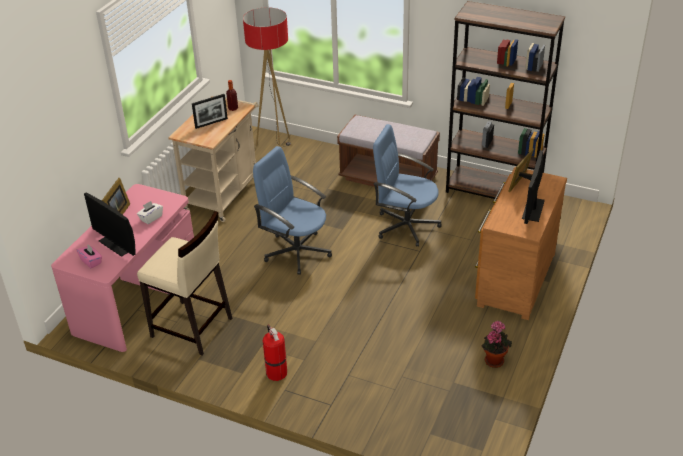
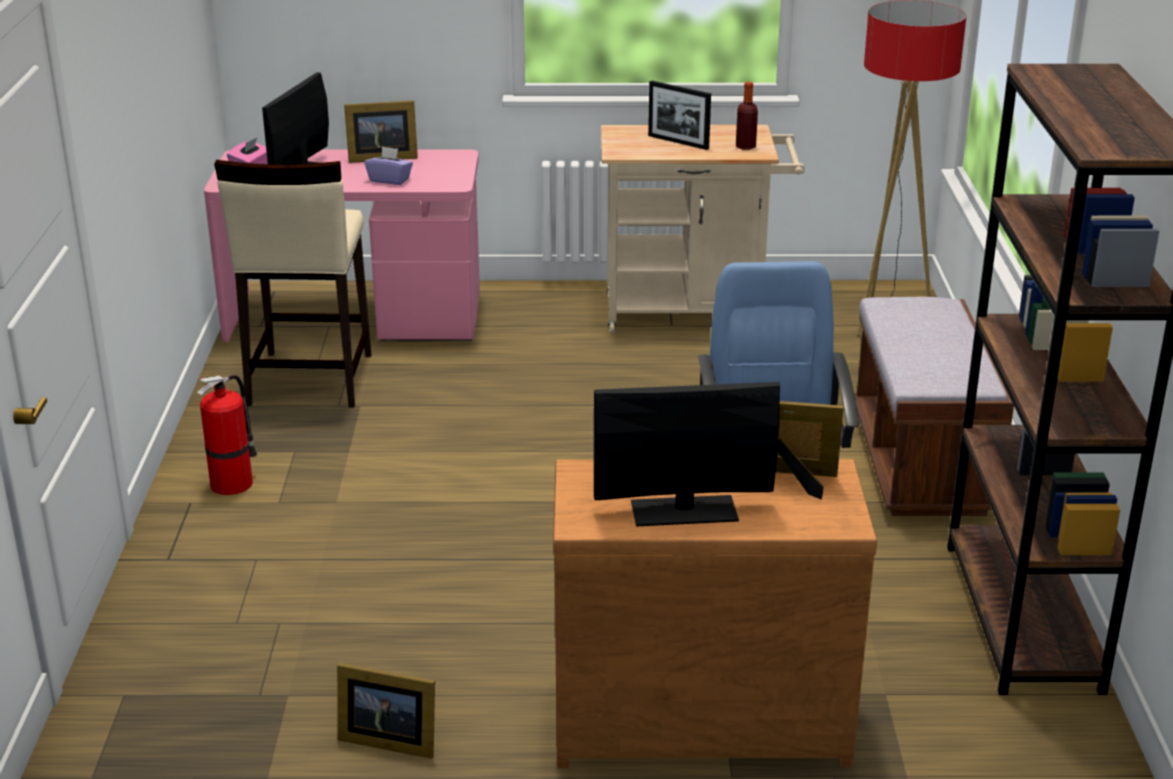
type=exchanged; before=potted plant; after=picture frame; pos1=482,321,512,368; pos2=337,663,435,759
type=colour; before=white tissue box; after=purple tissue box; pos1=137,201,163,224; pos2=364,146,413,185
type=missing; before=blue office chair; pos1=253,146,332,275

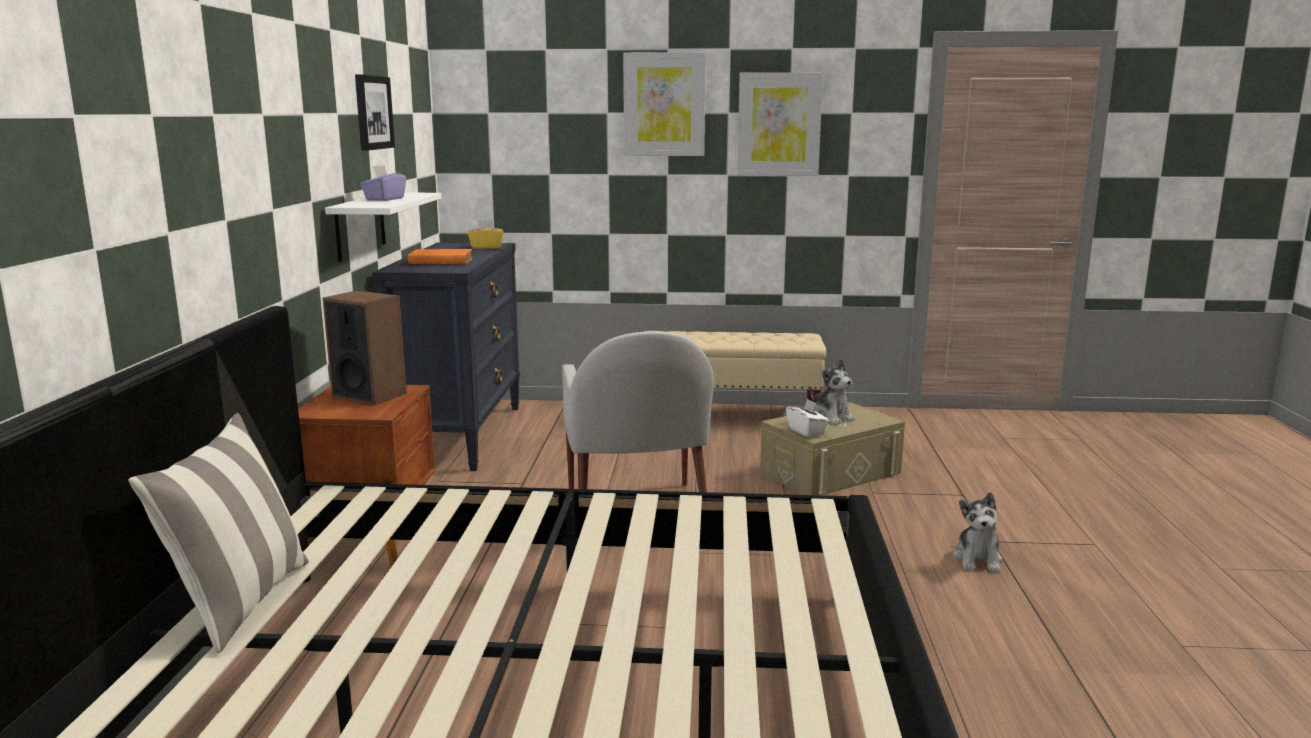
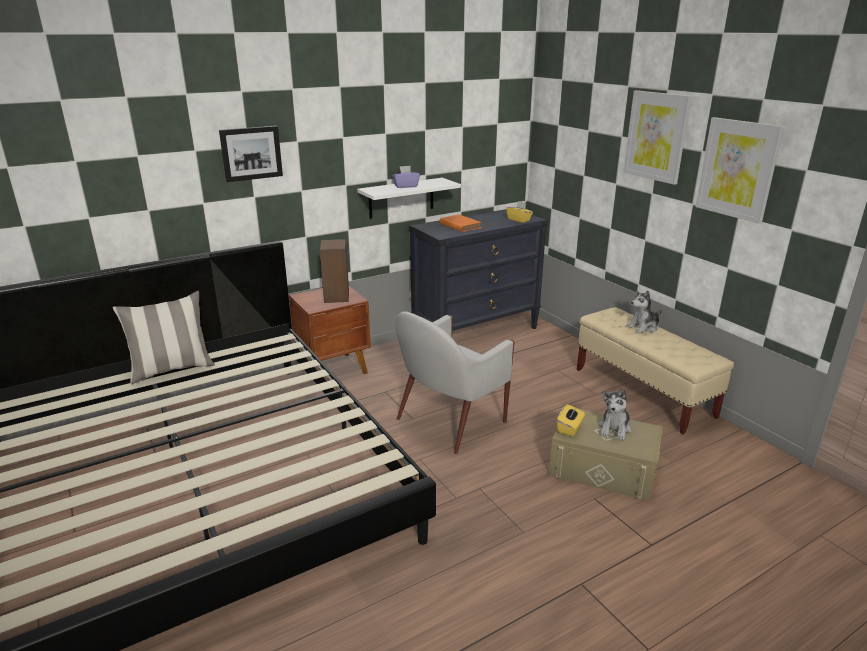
type=relocated; before=picture; pos1=355,74,395,151; pos2=219,126,283,182
type=colour; before=white tissue box; after=yellow tissue box; pos1=786,398,829,437; pos2=556,404,585,437
type=relocated; before=plush toy; pos1=953,492,1003,572; pos2=626,290,663,333

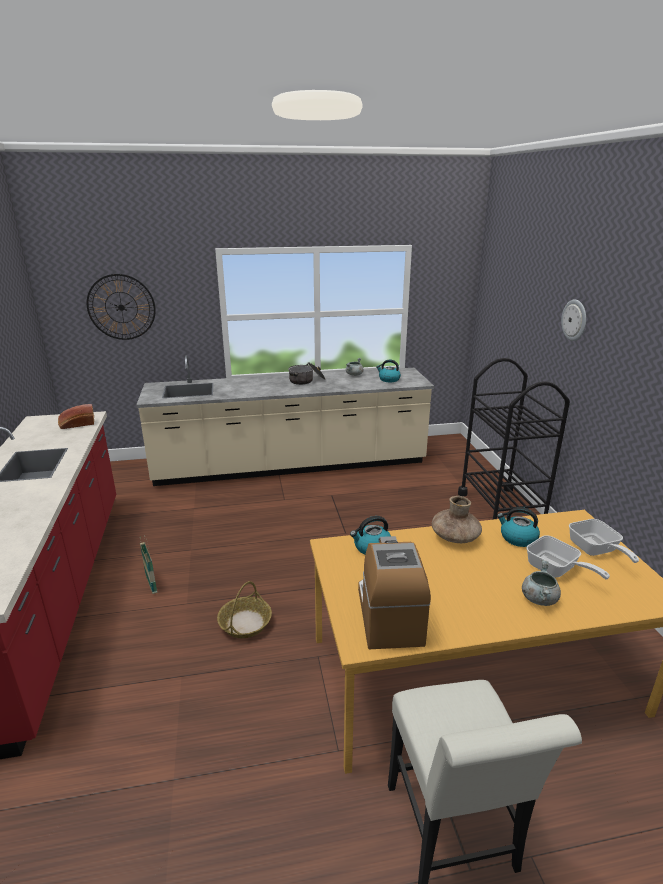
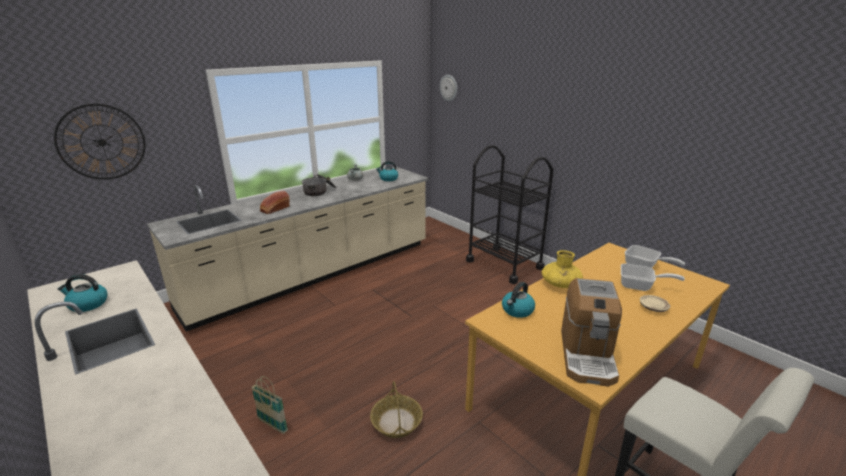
type=relocated; before=kettle; pos1=497,507,540,547; pos2=58,274,108,312
type=relocated; before=bread; pos1=58,404,94,429; pos2=260,191,290,214
type=relocated; before=wall clock; pos1=561,299,586,341; pos2=440,75,457,101
type=colour; before=brown vase; after=yellow vase; pos1=432,496,482,543; pos2=541,250,583,288
type=spun; before=coffee machine; pos1=358,536,431,649; pos2=561,278,622,387; turn=-135
type=exchanged; before=grey cooking pot; after=beige plate; pos1=522,560,561,606; pos2=640,295,670,312

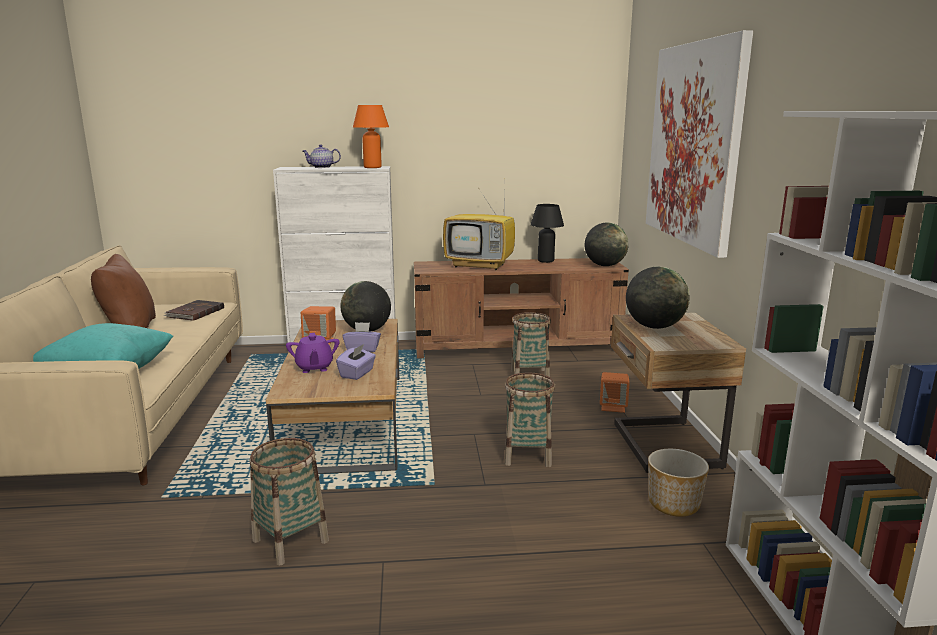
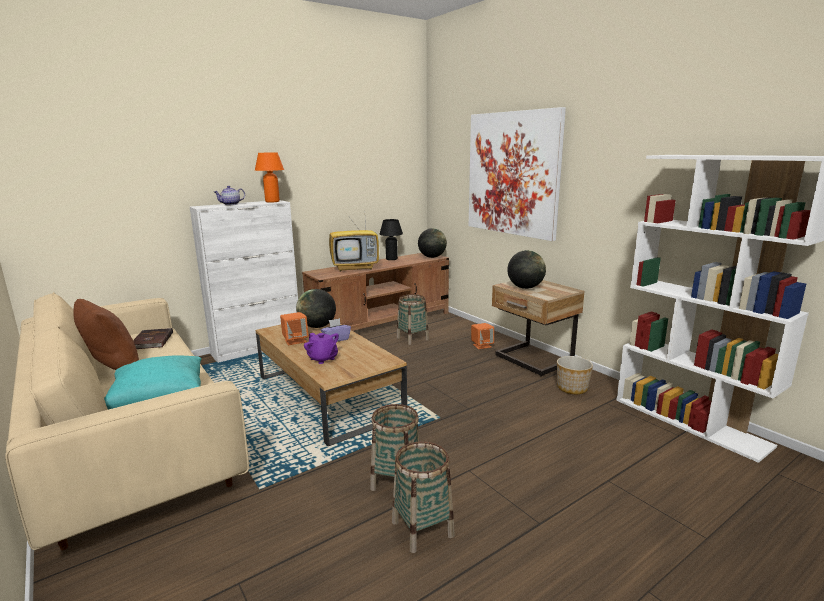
type=relocated; before=basket; pos1=505,372,555,467; pos2=392,441,455,553
type=missing; before=purple tissue box; pos1=336,344,376,380

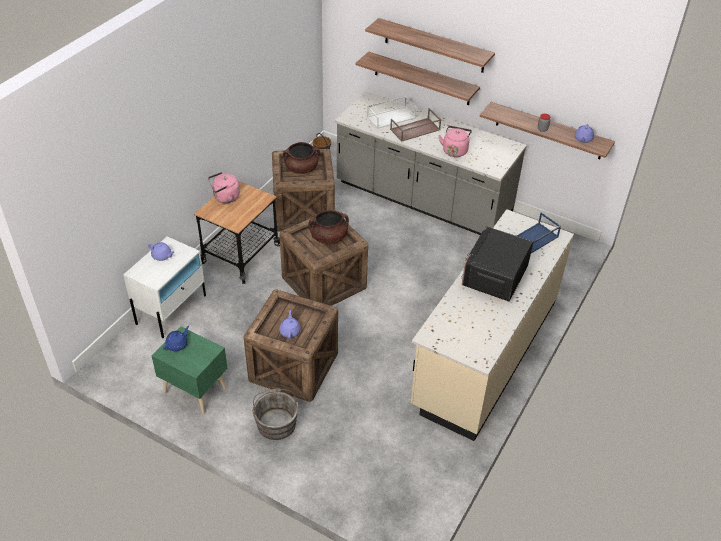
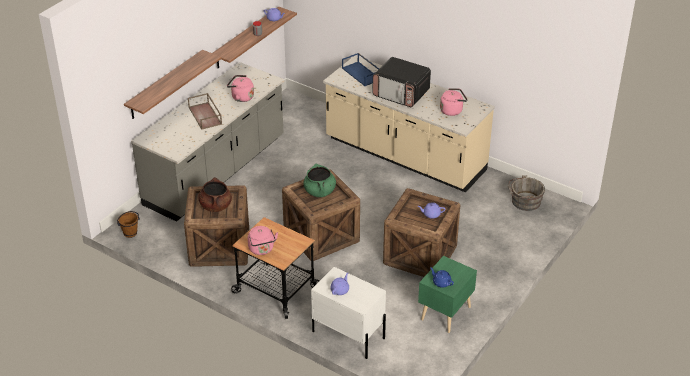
type=colour; before=brown cooking pot; after=green cooking pot; pos1=309,210,349,245; pos2=303,164,336,197
type=appeared; after=pink kettle; pos2=440,88,467,116
type=relocated; before=grey bucket; pos1=252,388,299,440; pos2=508,175,545,211
type=missing; before=shelf; pos1=365,18,495,73
type=missing; before=white tray; pos1=367,96,417,129

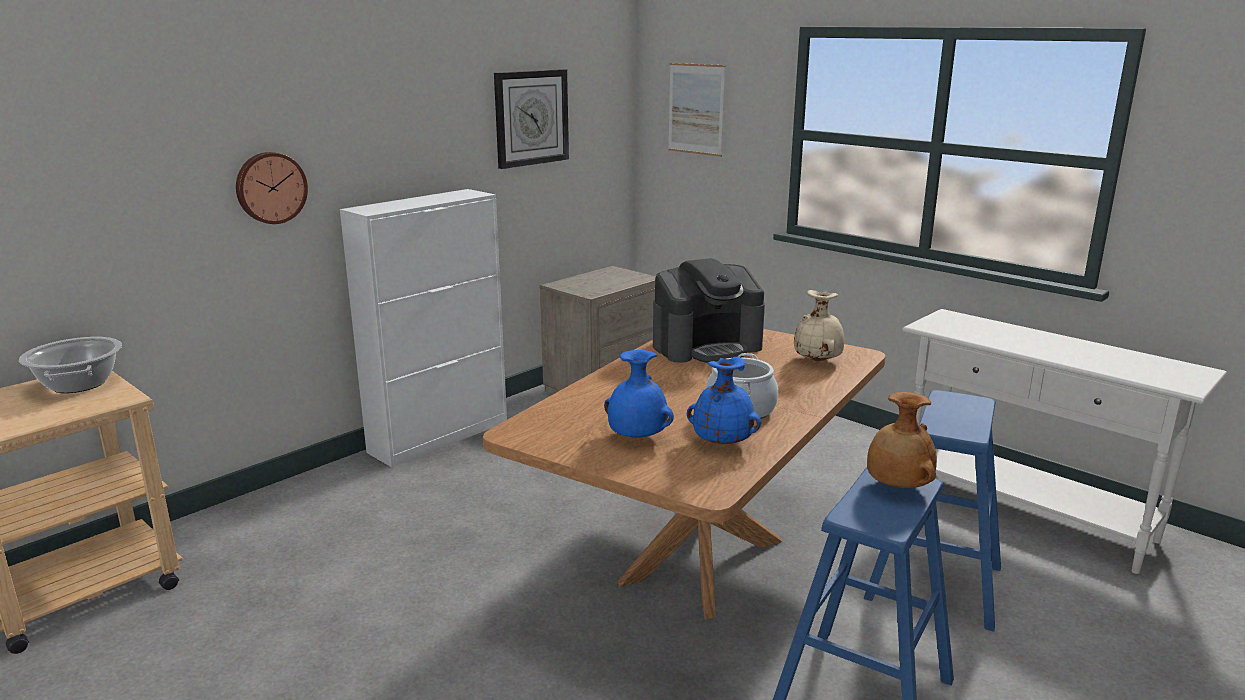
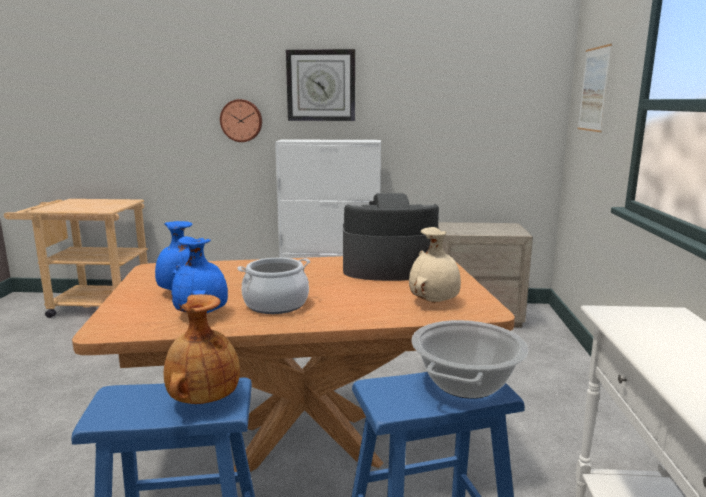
type=relocated; before=wall clock; pos1=494,69,569,169; pos2=286,49,355,121
type=spun; before=coffee machine; pos1=653,258,765,363; pos2=343,193,439,281; turn=150
type=relocated; before=cooking pot; pos1=19,337,122,393; pos2=412,320,528,399

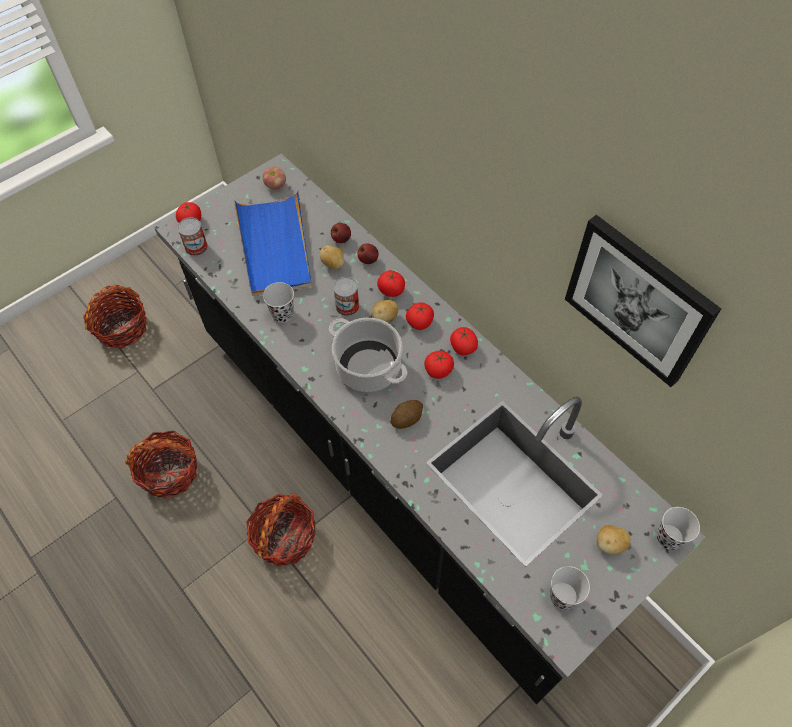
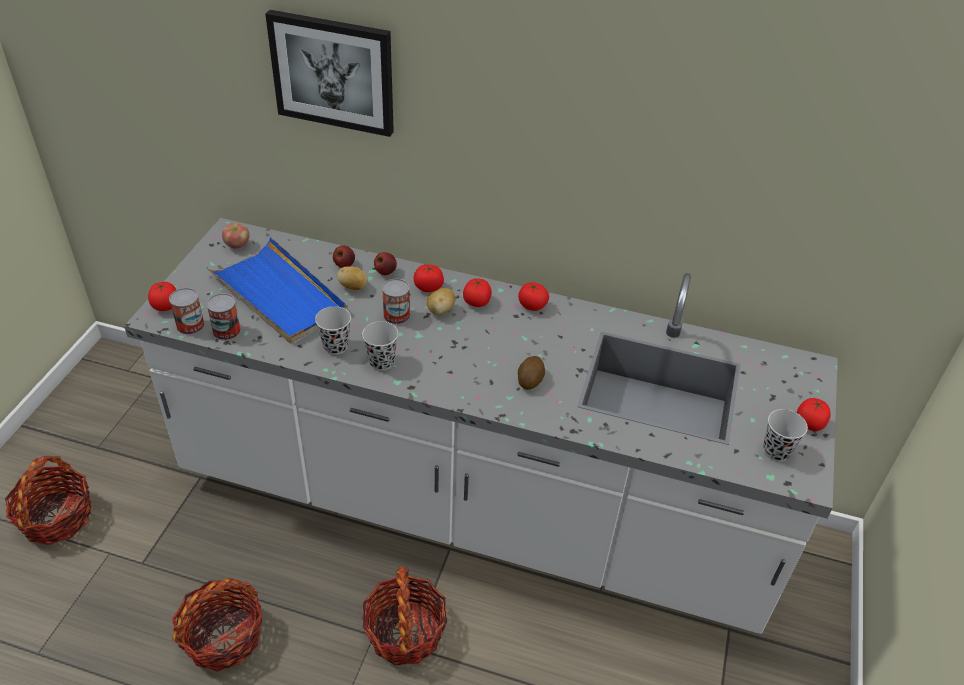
type=colour; before=black counter; after=white counter; pos1=154,154,705,704; pos2=124,218,838,634
type=appeared; after=can; pos2=206,293,241,341
type=relocated; before=picture; pos1=565,215,721,387; pos2=265,10,394,137
type=relocated; before=black cup; pos1=657,507,700,550; pos2=362,321,398,370
type=relocated; before=tomato; pos1=424,351,454,379; pos2=797,398,830,431
type=missing; before=cooking pot; pos1=329,318,407,392
type=missing; before=potato; pos1=596,525,630,555

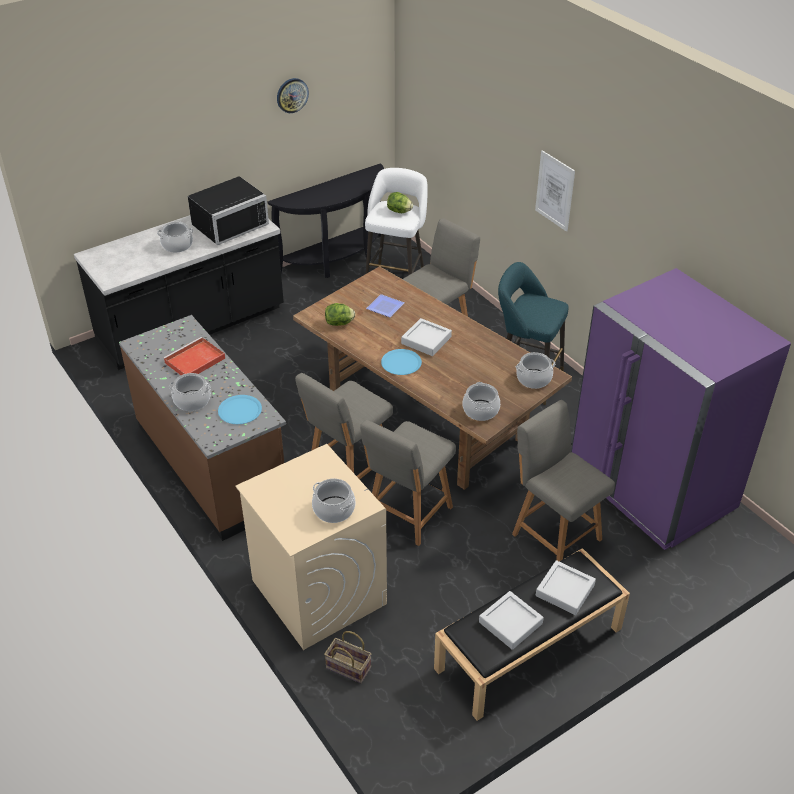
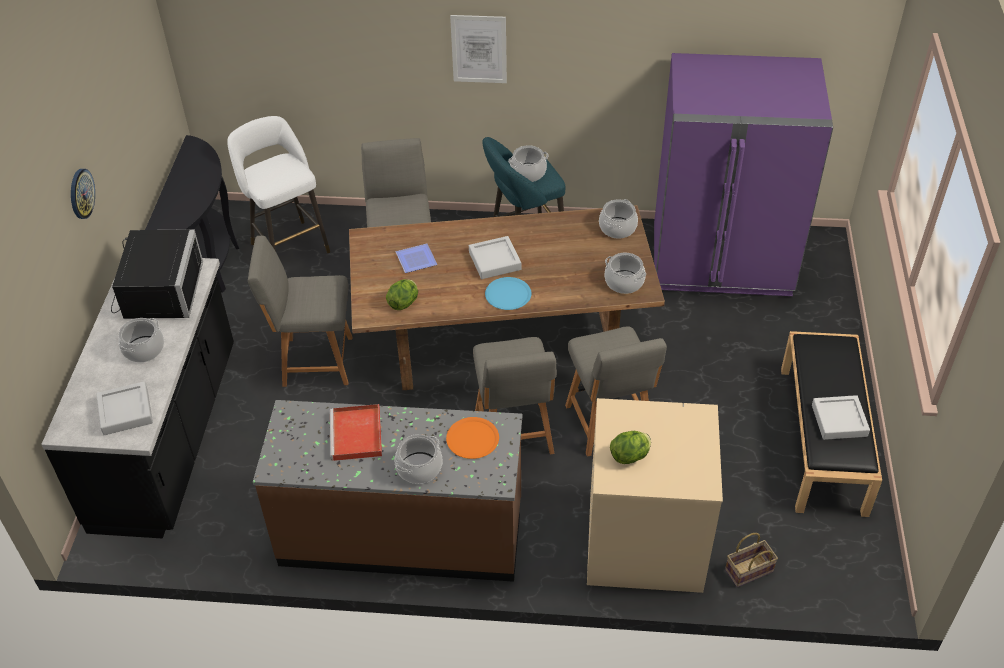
type=relocated; before=wall clock; pos1=277,78,309,113; pos2=71,169,95,219
type=relocated; before=grey tray; pos1=536,560,596,615; pos2=96,382,153,435
type=relocated; before=grey chair; pos1=512,400,615,561; pos2=248,236,352,387
type=colour; before=blue plate; after=orange plate; pos1=218,395,262,424; pos2=446,417,499,459
type=relocated; before=cooking pot; pos1=312,478,355,523; pos2=508,145,549,182
type=relocated; before=lettuce; pos1=387,192,413,213; pos2=610,431,651,464

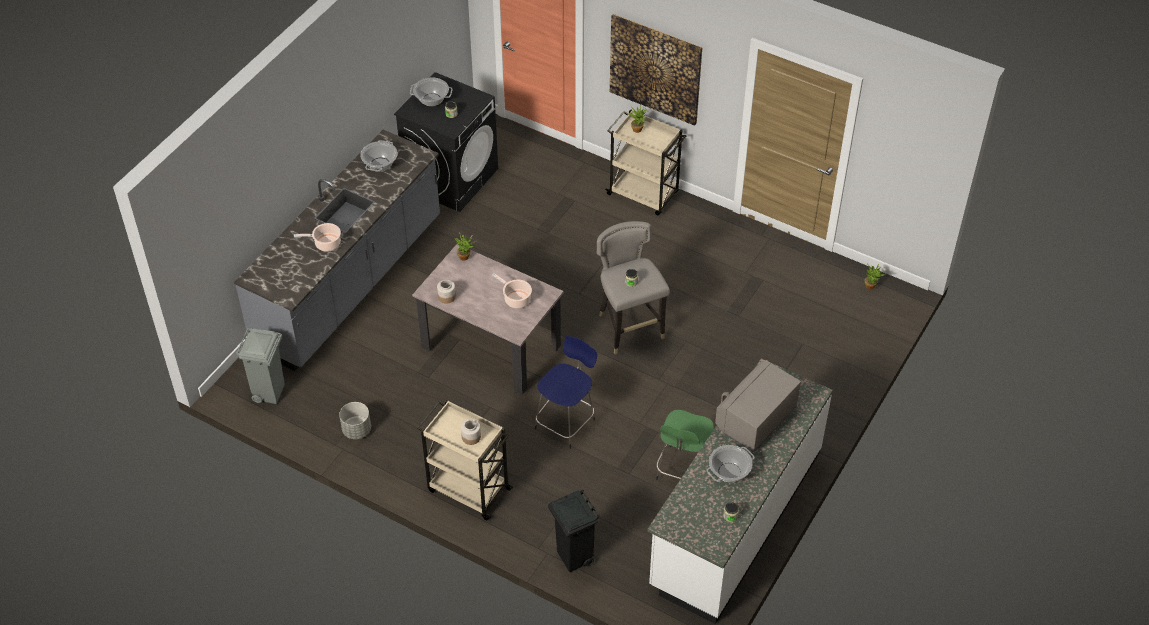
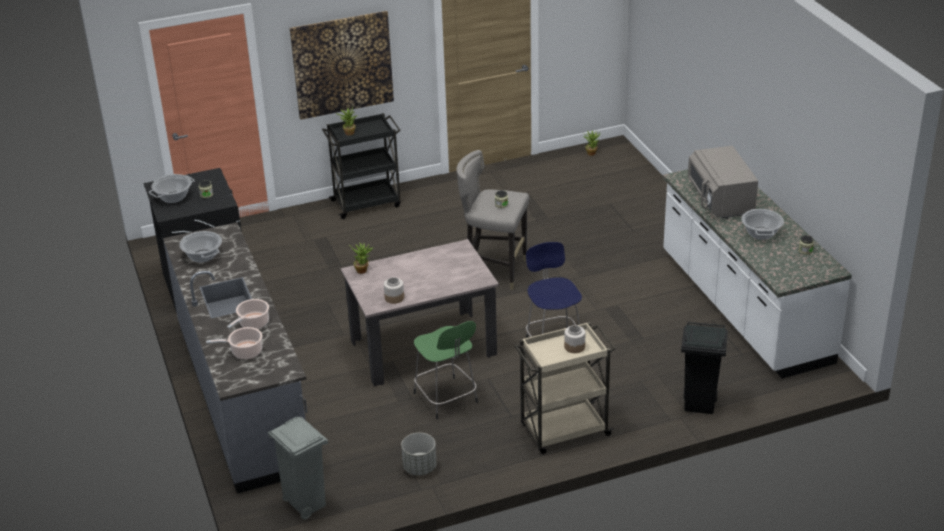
type=relocated; before=cooking pot; pos1=492,273,532,309; pos2=206,327,262,359
type=colour; before=beige cart; after=black cart; pos1=605,109,686,215; pos2=322,113,401,219
type=relocated; before=green stool; pos1=656,410,714,480; pos2=414,321,478,419

